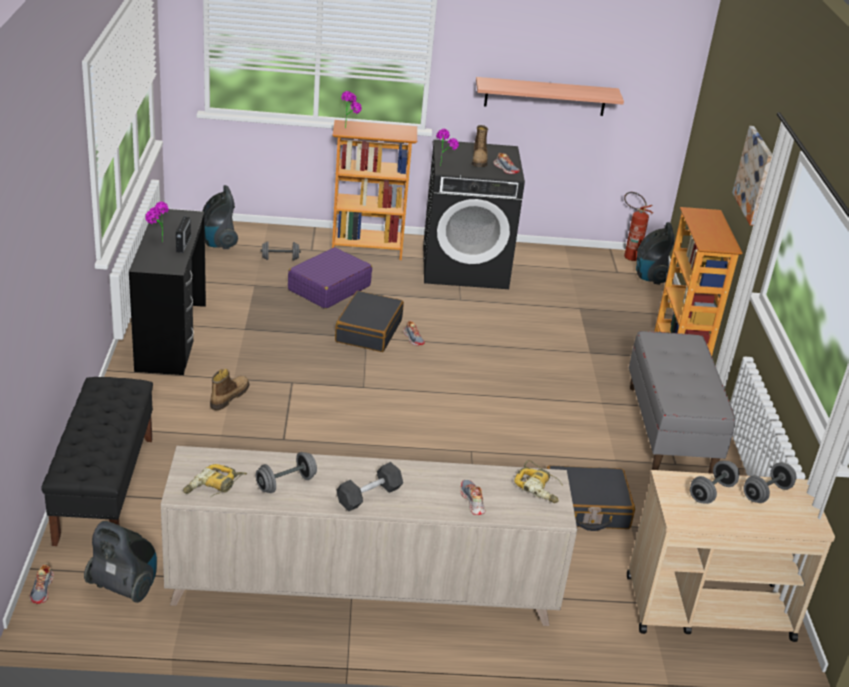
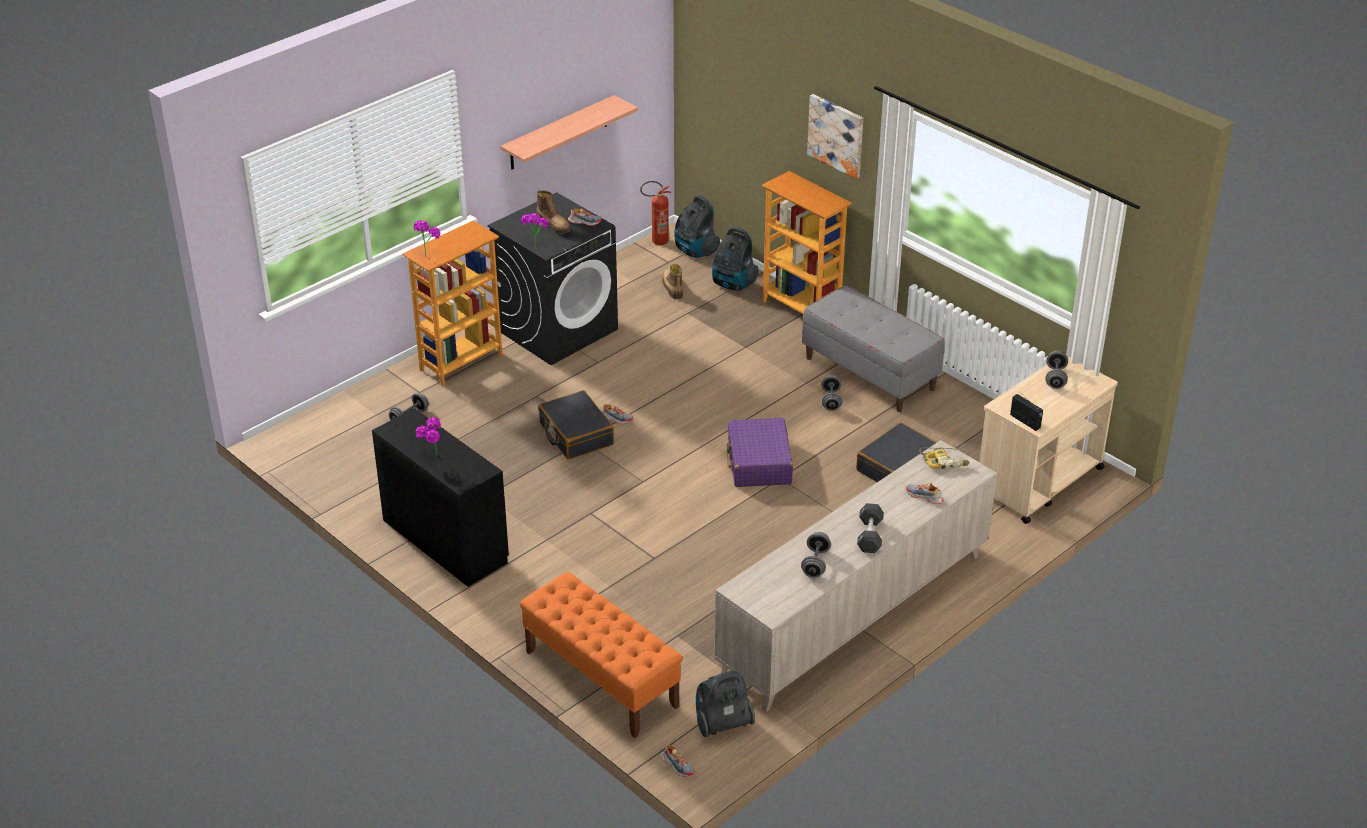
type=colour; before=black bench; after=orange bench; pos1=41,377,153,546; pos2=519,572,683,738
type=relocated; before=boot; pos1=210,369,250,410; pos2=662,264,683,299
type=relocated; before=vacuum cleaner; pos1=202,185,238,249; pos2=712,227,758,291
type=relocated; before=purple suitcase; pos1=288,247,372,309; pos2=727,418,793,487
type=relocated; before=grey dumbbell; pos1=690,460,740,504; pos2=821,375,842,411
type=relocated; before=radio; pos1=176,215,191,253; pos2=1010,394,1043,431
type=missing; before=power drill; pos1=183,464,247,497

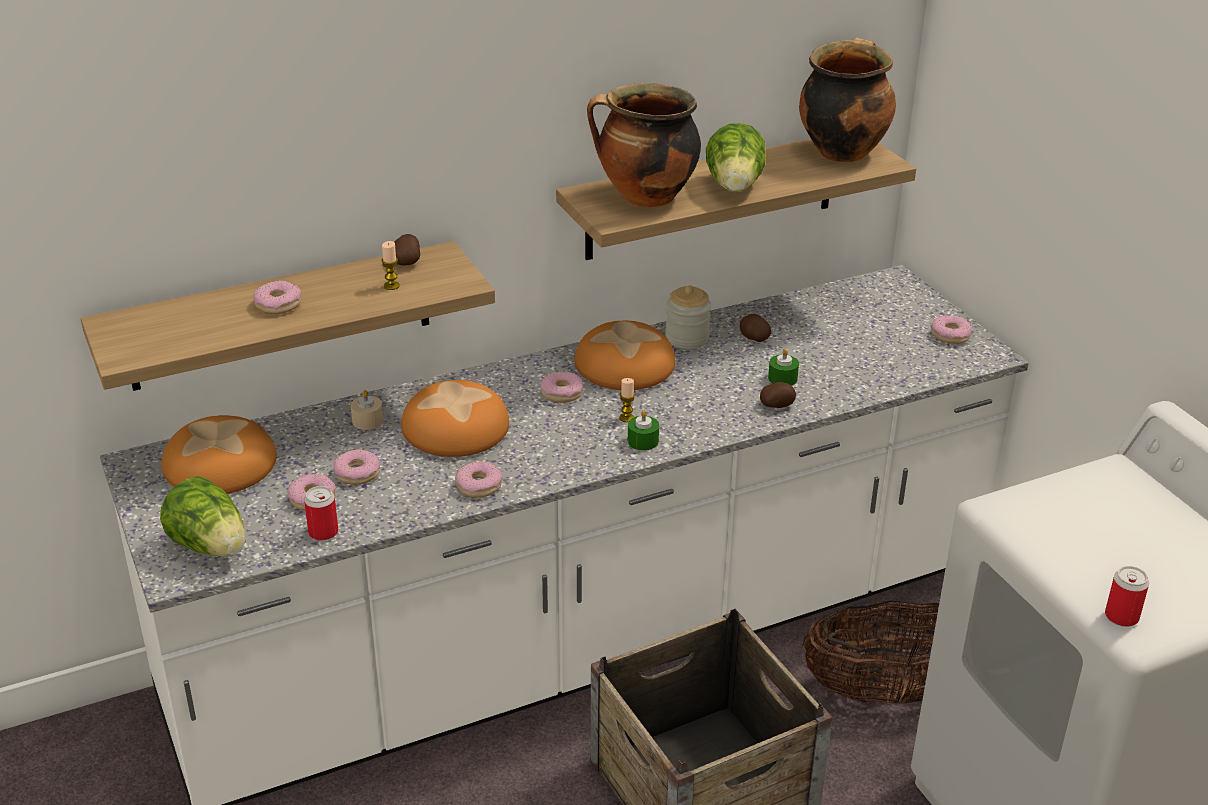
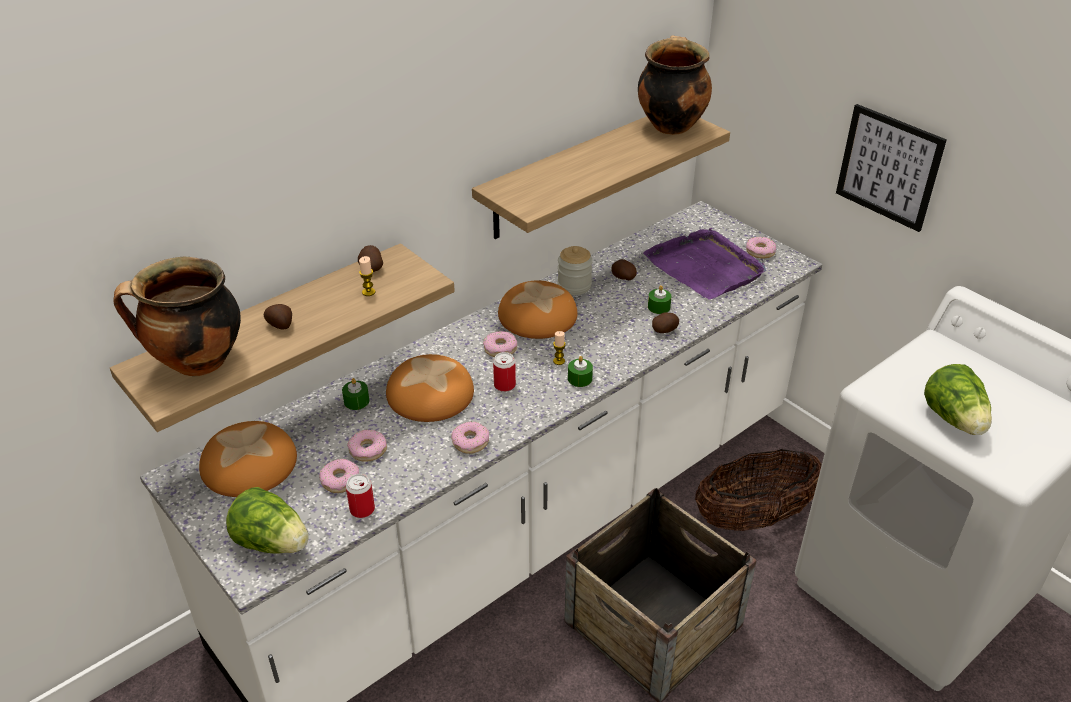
type=relocated; before=cooking pot; pos1=587,83,701,208; pos2=114,257,241,376
type=exchanged; before=donut; after=potato; pos1=253,281,301,314; pos2=264,304,292,329
type=colour; before=beige candle; after=green candle; pos1=351,390,383,430; pos2=342,378,369,410
type=relocated; before=can; pos1=1105,566,1149,627; pos2=493,352,516,392
type=appeared; after=purple tray; pos2=643,228,766,299
type=appeared; after=picture; pos2=836,104,947,232
type=relocated; before=lettuce; pos1=706,123,766,192; pos2=924,364,992,435

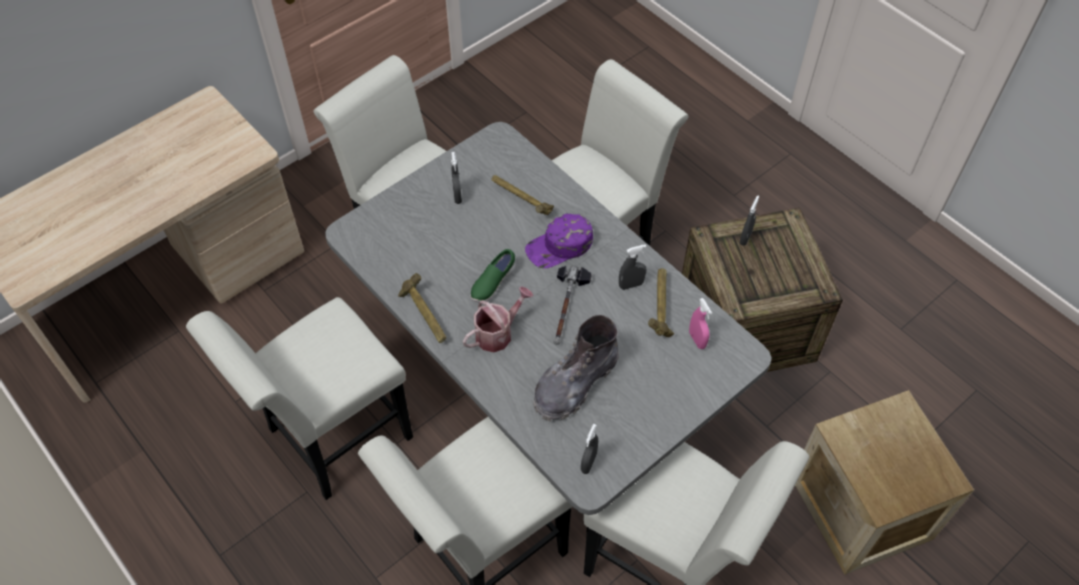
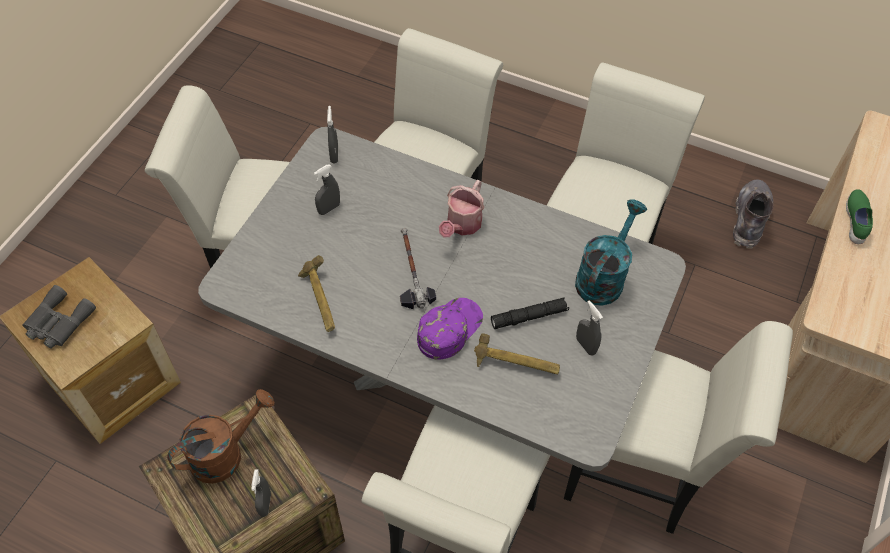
type=appeared; after=grey binoculars; pos2=22,285,96,349
type=appeared; after=brown watering can; pos2=167,389,275,484
type=relocated; before=grey spray bottle; pos1=619,244,647,290; pos2=314,164,340,215
type=appeared; after=black flashlight; pos2=491,297,569,329
type=appeared; after=turquoise watering can; pos2=575,199,647,306
type=relocated; before=grey boot; pos1=534,315,619,421; pos2=733,179,773,249
type=relocated; before=green shoe; pos1=470,249,515,303; pos2=846,189,873,244
type=missing; before=hammer; pos1=398,273,446,343
type=missing; before=pink spray bottle; pos1=689,298,712,349

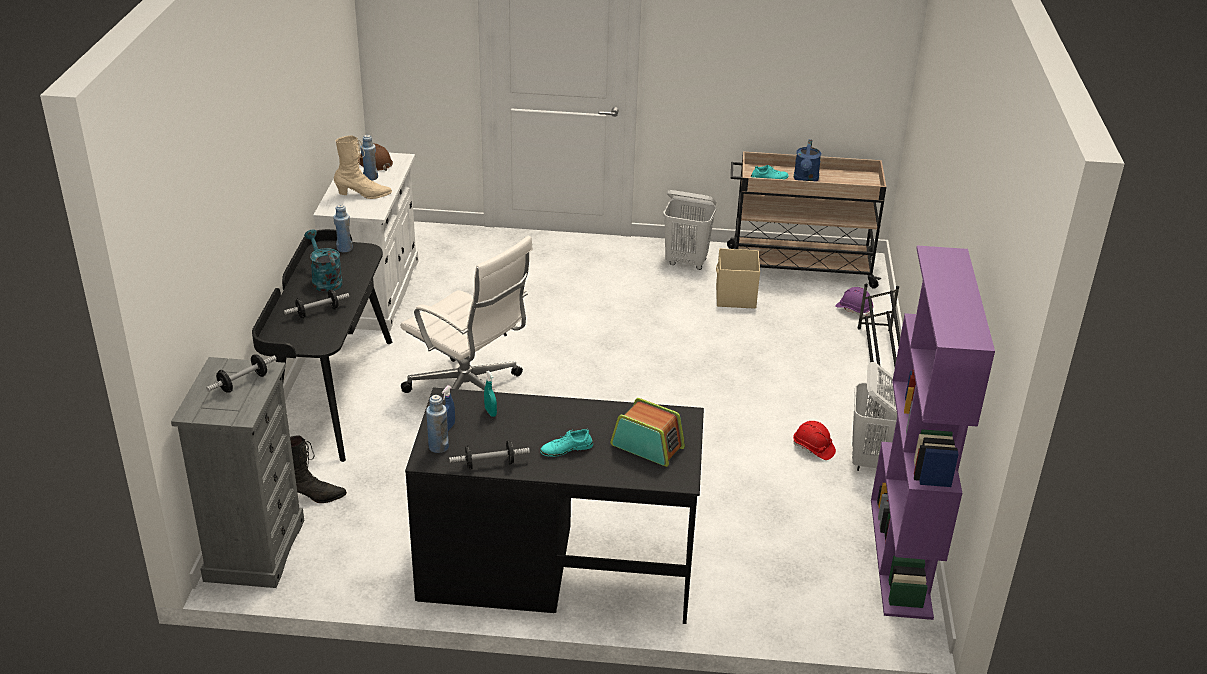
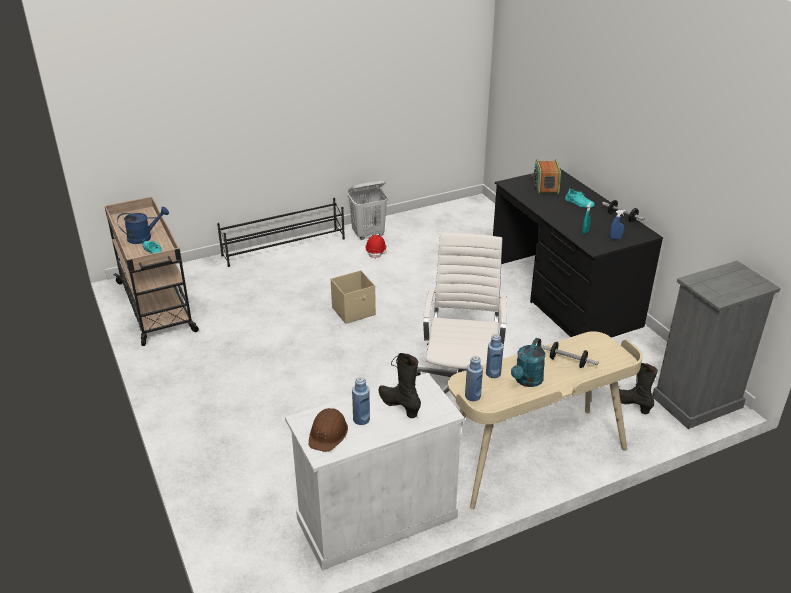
type=relocated; before=beige storage box; pos1=716,248,760,309; pos2=331,270,376,324
type=colour; before=beige boot; after=black boot; pos1=334,135,392,199; pos2=379,353,421,418
type=colour; before=black desk; after=beige desk; pos1=252,229,392,462; pos2=448,331,643,510
type=relocated; before=blue bottle; pos1=426,395,449,453; pos2=486,334,504,378
type=missing; before=dumbbell; pos1=206,354,277,393
type=missing; before=white laundry basket; pos1=663,190,716,270
type=missing; before=purple hard hat; pos1=835,287,873,317
type=missing; before=purple bookcase; pos1=871,246,995,620

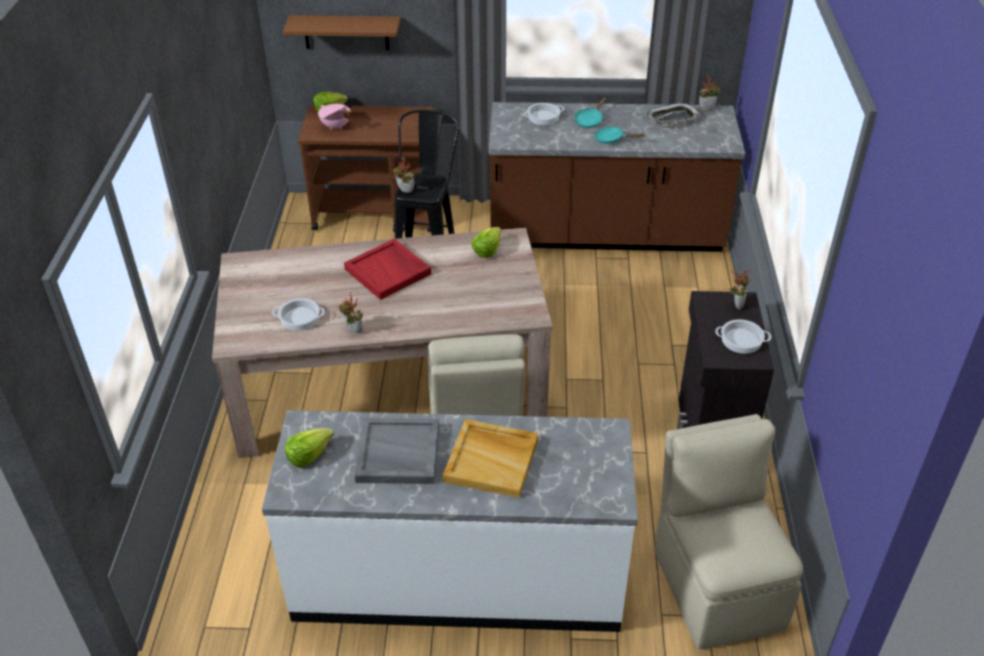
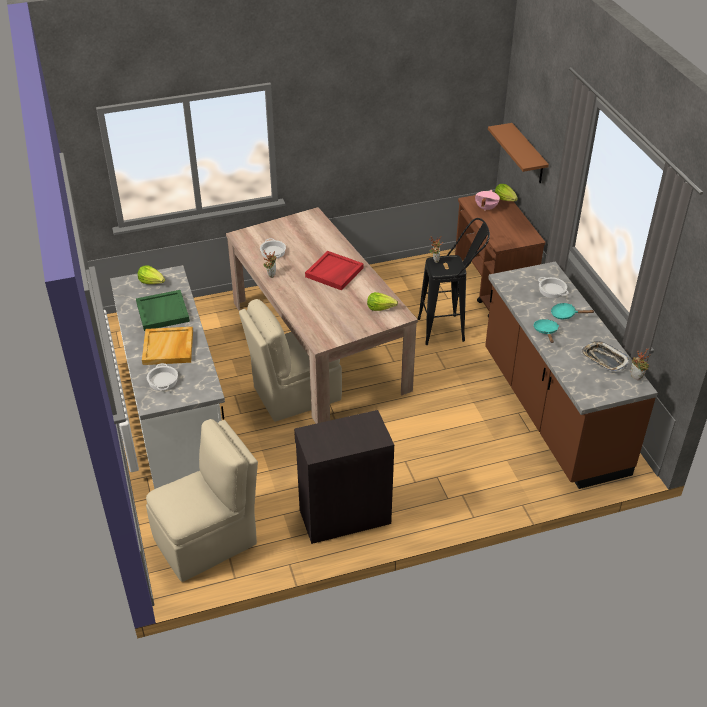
type=colour; before=grey tray; after=green tray; pos1=355,418,439,484; pos2=136,290,190,331
type=relocated; before=cooking pot; pos1=715,319,771,354; pos2=147,363,178,391
type=missing; before=potted plant; pos1=730,268,754,310

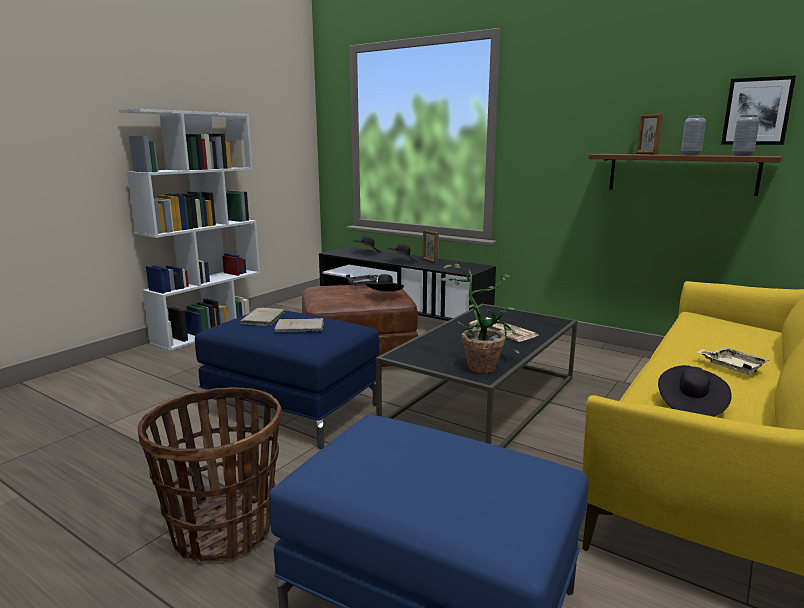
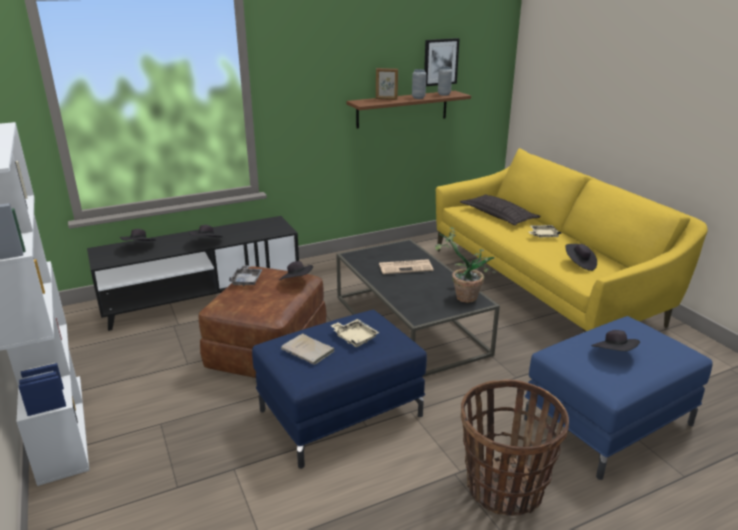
type=exchanged; before=beige book; after=beige tray; pos1=275,318,324,332; pos2=331,319,379,347
type=appeared; after=pillow; pos2=460,195,541,226
type=appeared; after=black hat; pos2=591,330,640,351
type=missing; before=picture frame; pos1=423,229,439,263

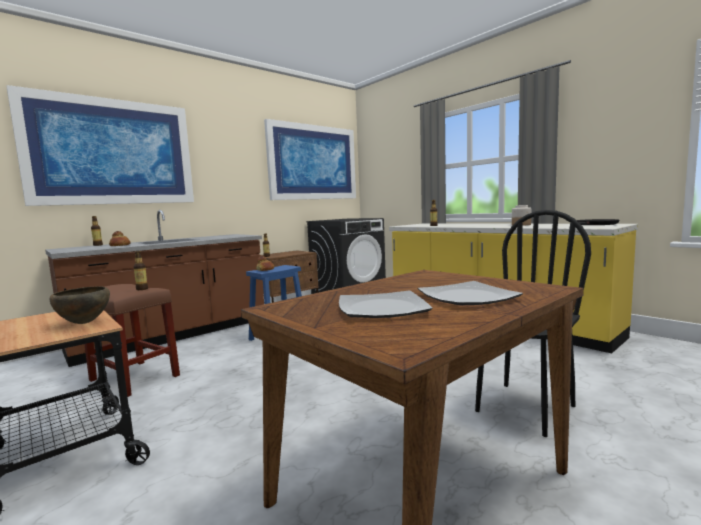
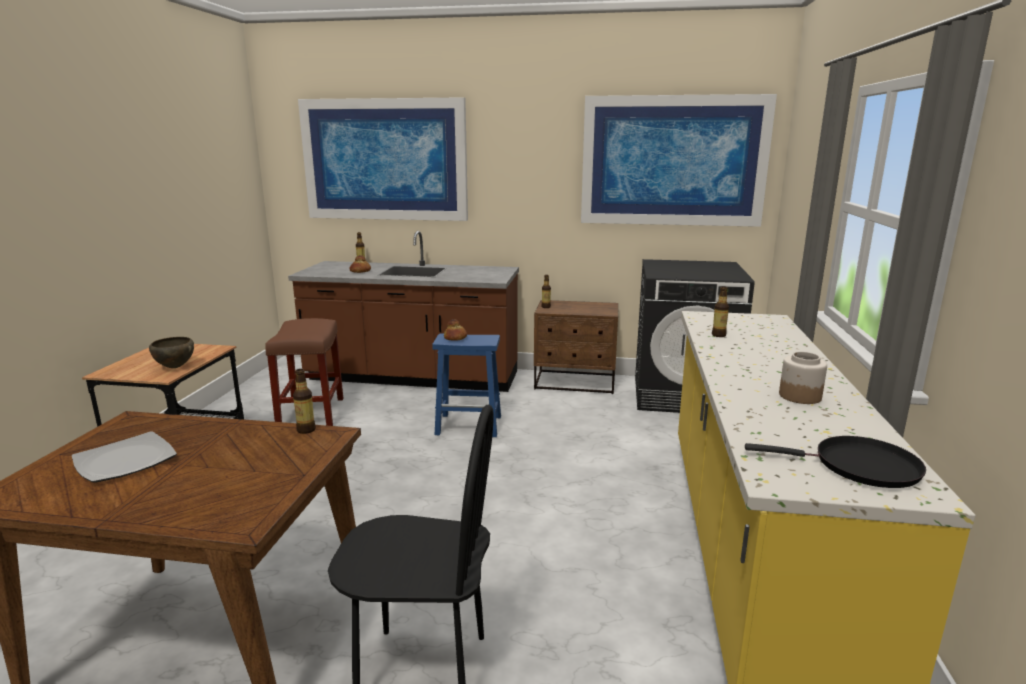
type=relocated; before=bottle; pos1=133,251,148,290; pos2=293,369,316,434
type=missing; before=plate; pos1=418,281,523,305

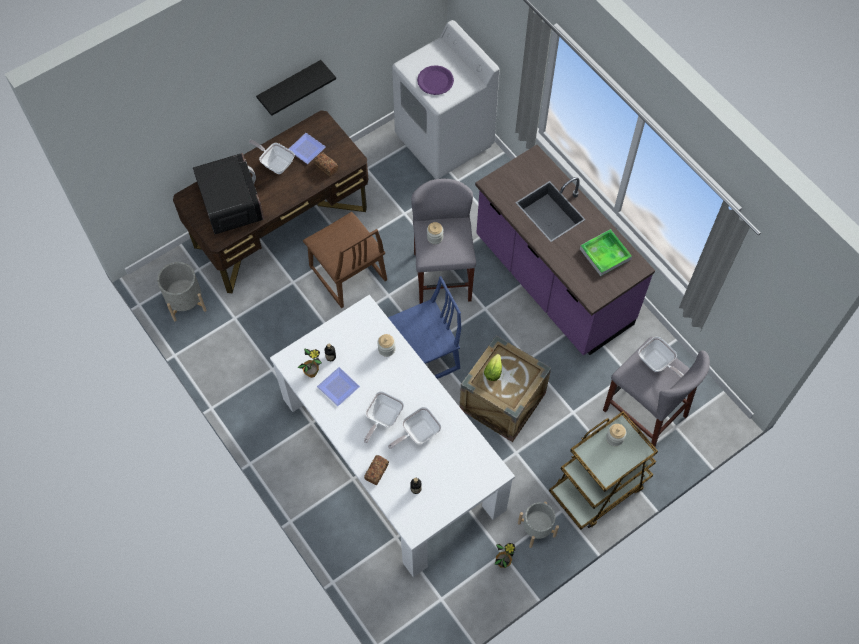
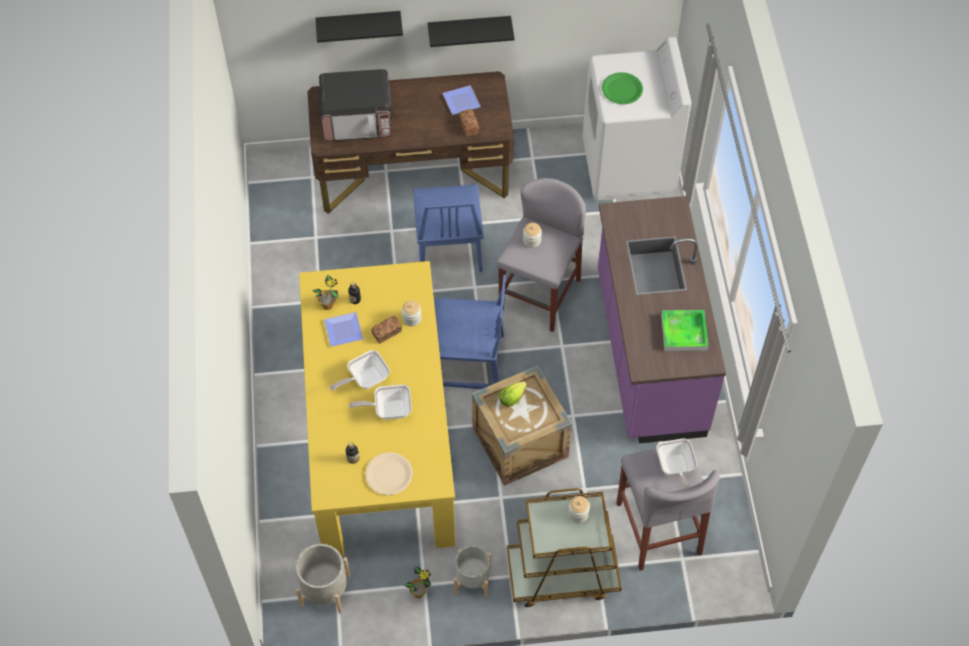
type=relocated; before=grey planter; pos1=157,262,206,321; pos2=296,544,350,613
type=colour; before=white dining table; after=yellow dining table; pos1=270,295,515,577; pos2=299,261,455,558
type=appeared; after=black shelf; pos2=315,11,403,43
type=spun; before=microwave; pos1=193,153,264,235; pos2=318,69,393,141; turn=75
type=appeared; after=beige plate; pos2=365,452,413,495
type=relocated; before=bread; pos1=364,455,389,485; pos2=371,316,402,344
type=colour; before=brown chair; after=blue chair; pos1=303,212,387,308; pos2=413,184,484,272
type=colour; before=purple plate; after=green plate; pos1=417,65,454,95; pos2=602,72,643,104
type=missing; before=frying pan; pos1=249,140,295,174

